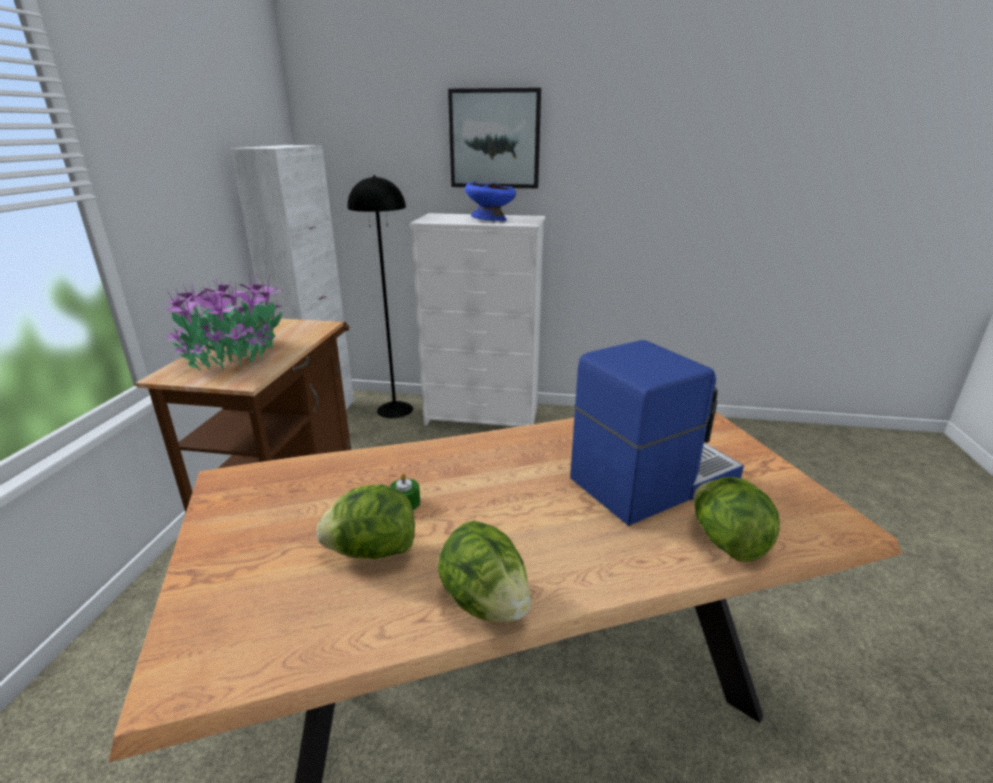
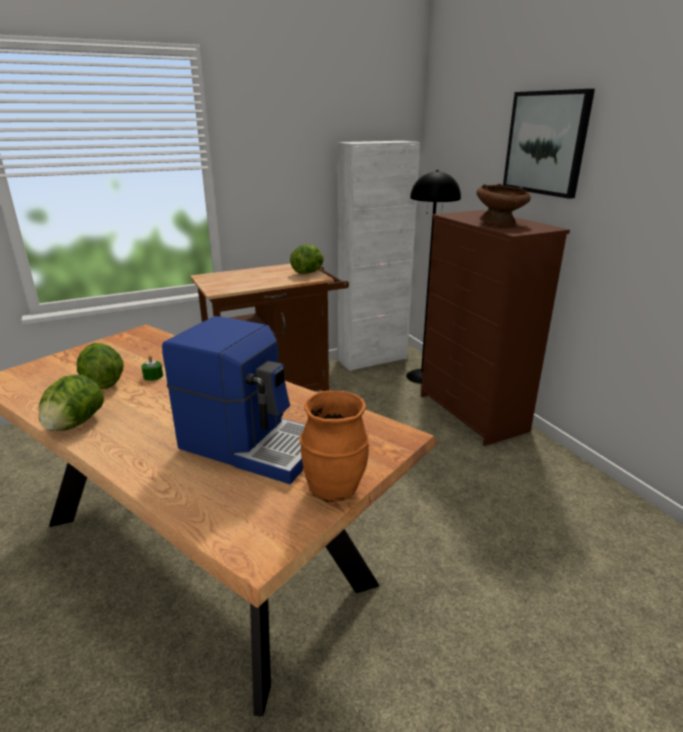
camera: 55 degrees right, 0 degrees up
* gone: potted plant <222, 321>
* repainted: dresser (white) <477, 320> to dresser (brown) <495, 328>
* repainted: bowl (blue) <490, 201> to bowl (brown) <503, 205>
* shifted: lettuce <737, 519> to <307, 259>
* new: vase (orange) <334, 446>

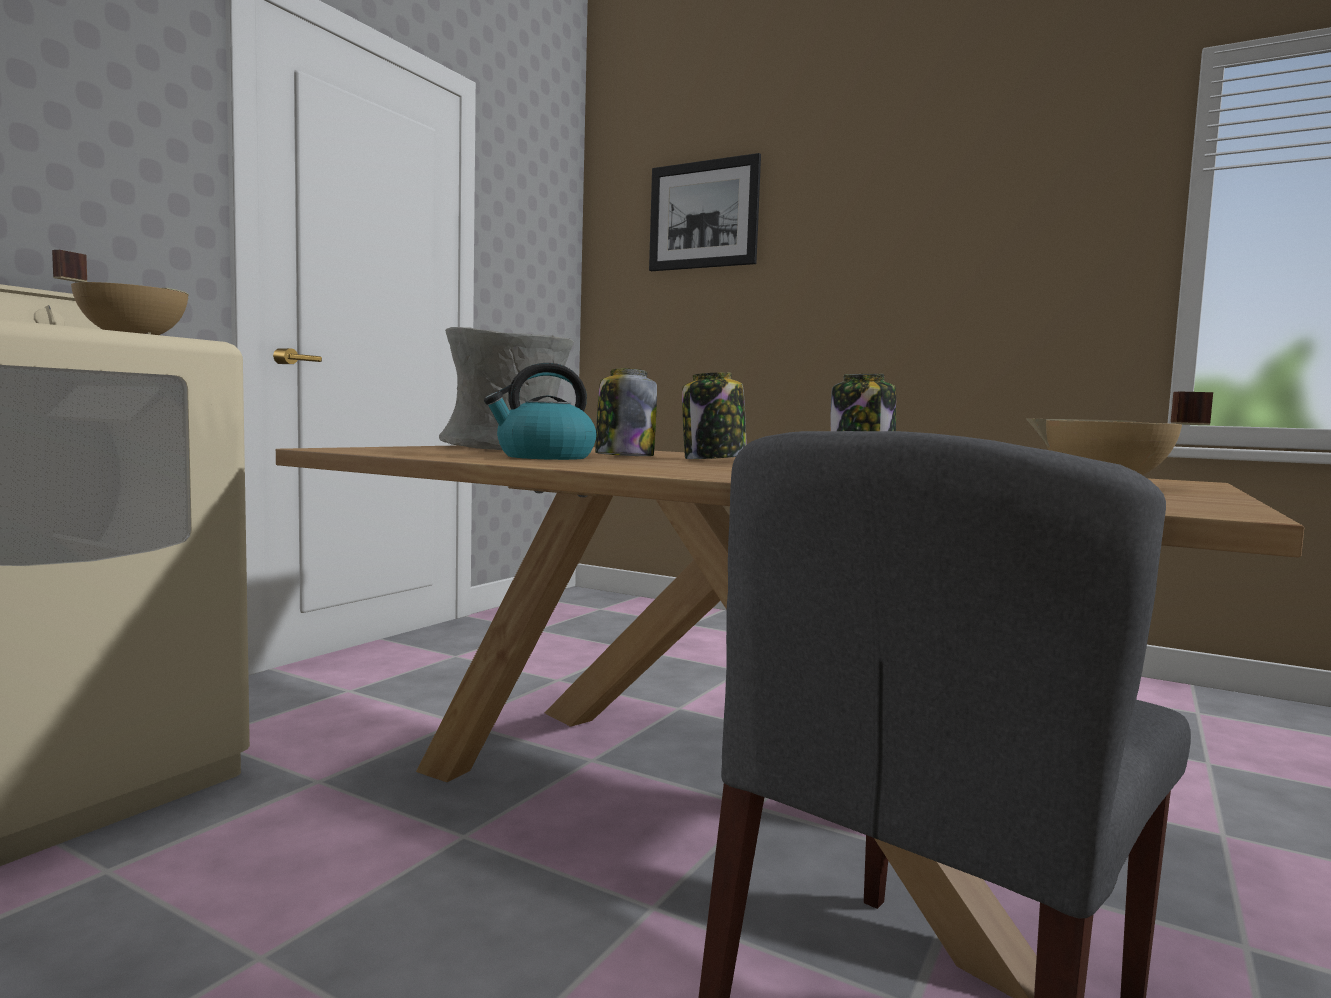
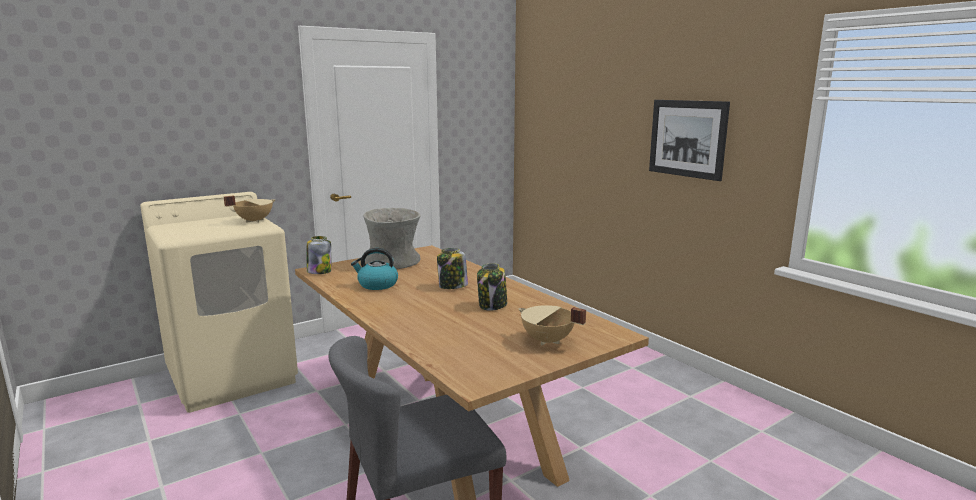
camera: 25 degrees right, 10 degrees up
* shifted: jar <626, 412> to <318, 255>
* shifted: picture <705, 212> to <689, 140>

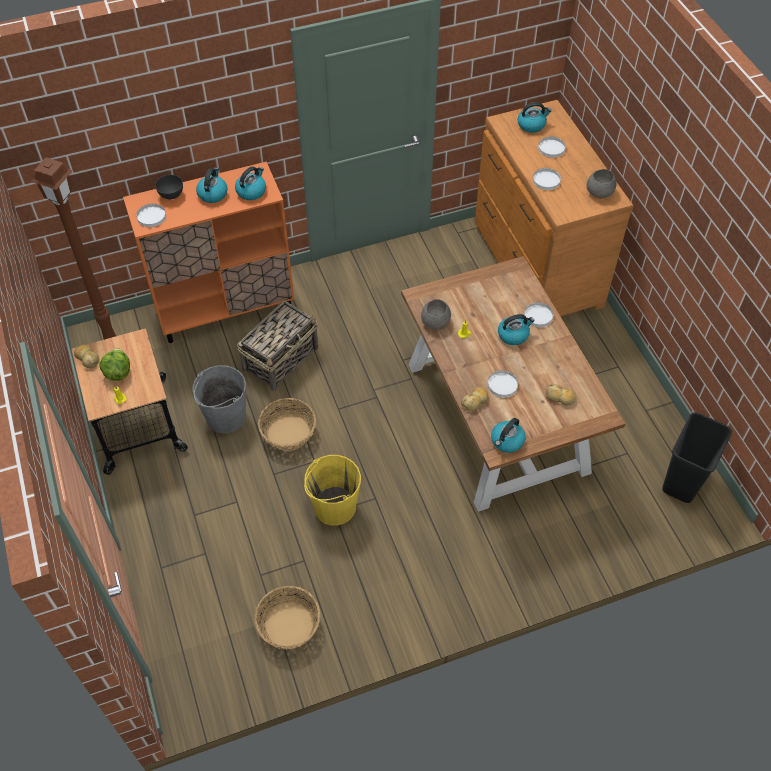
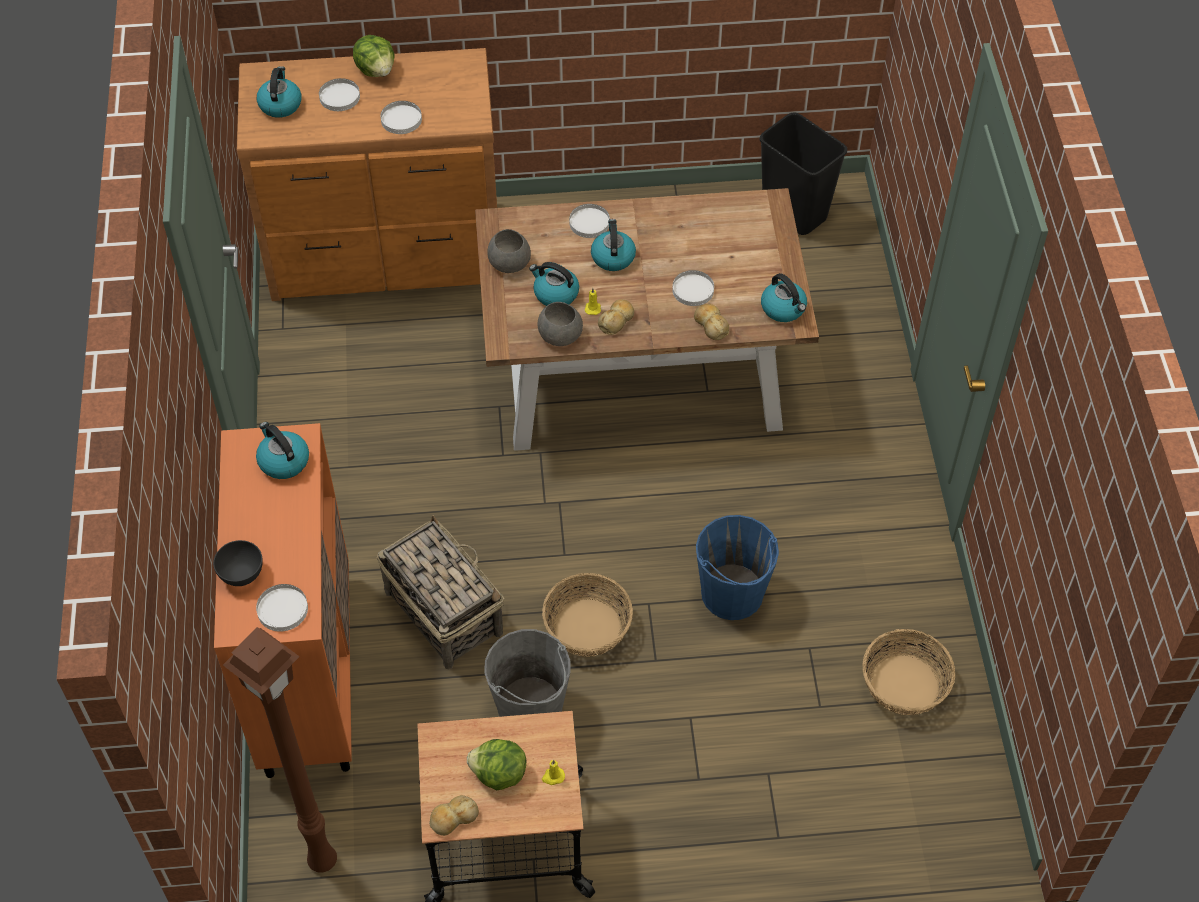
camera: 75 degrees left, 0 degrees up
* shifted: kettle <212, 185> to <554, 284>
* repainted: bucket (yellow) <332, 490> to bucket (blue) <737, 567>
* shifted: bread <561, 395> to <616, 317>
* shifted: bowl (grey) <601, 183> to <509, 251>
* new: lettuce <374, 56>

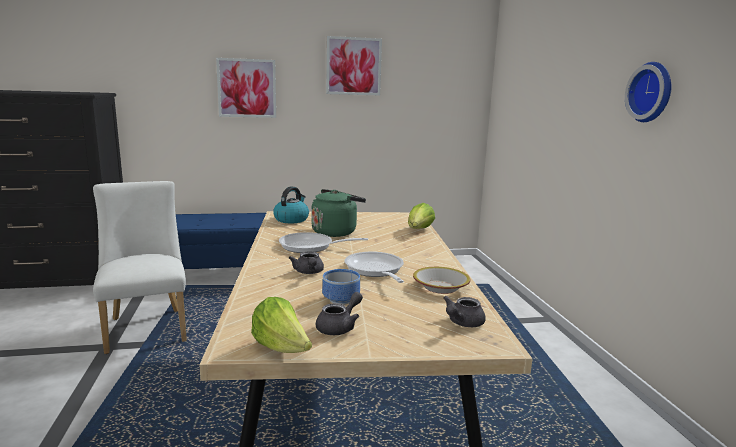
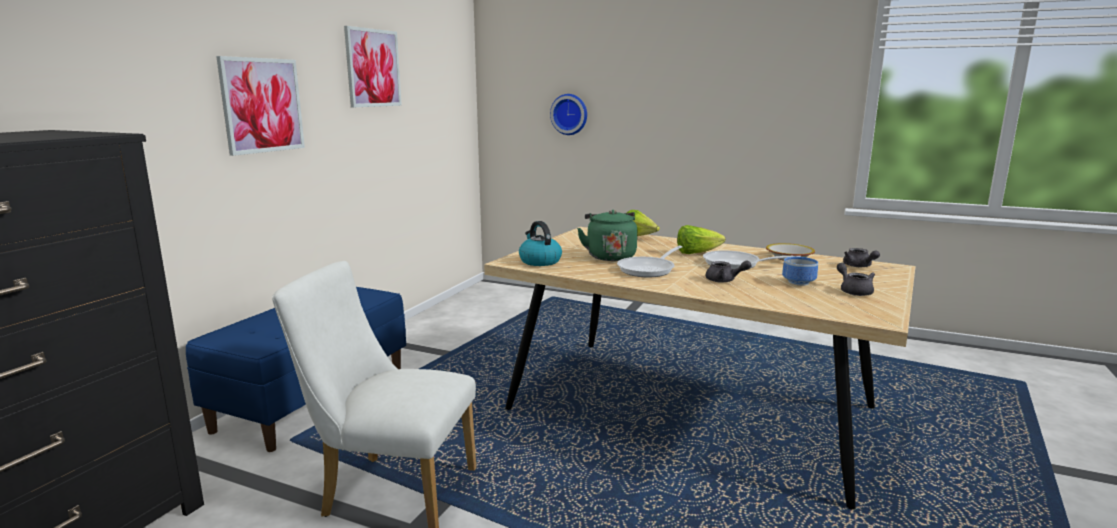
camera: 55 degrees left, 0 degrees up
* shifted: lettuce <281, 325> to <701, 239>
* shifted: wall clock <648, 92> to <568, 114>

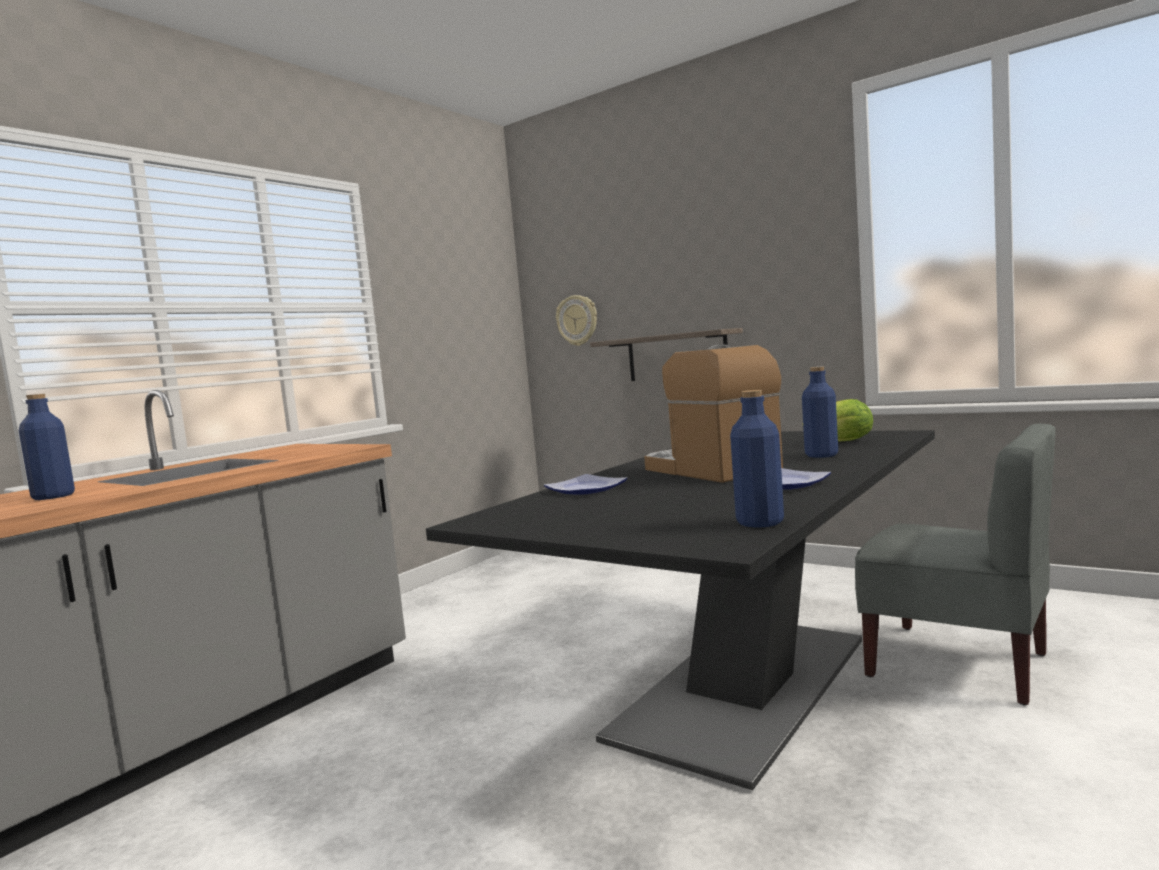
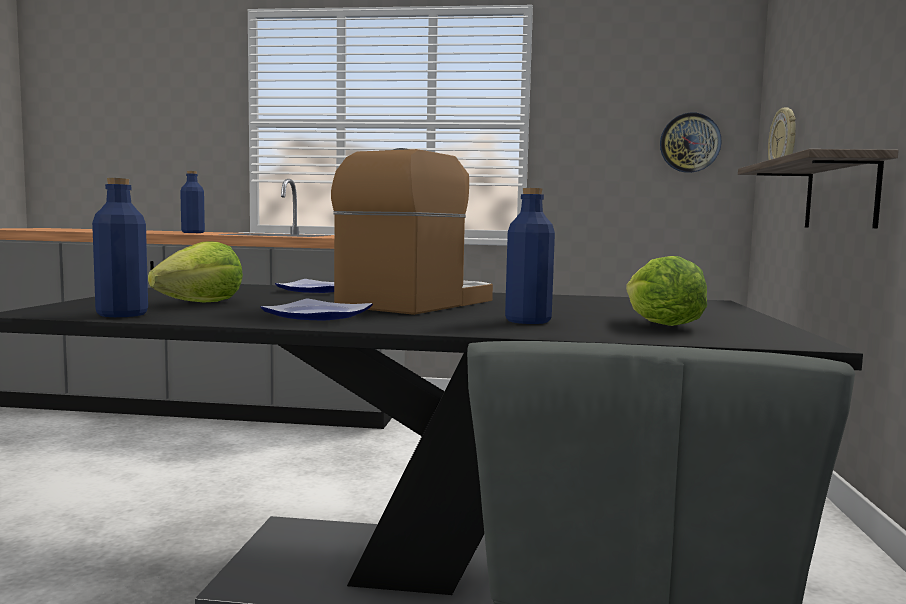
camera: 60 degrees right, 0 degrees up
* new: lettuce <195, 271>
* new: wall clock <691, 143>

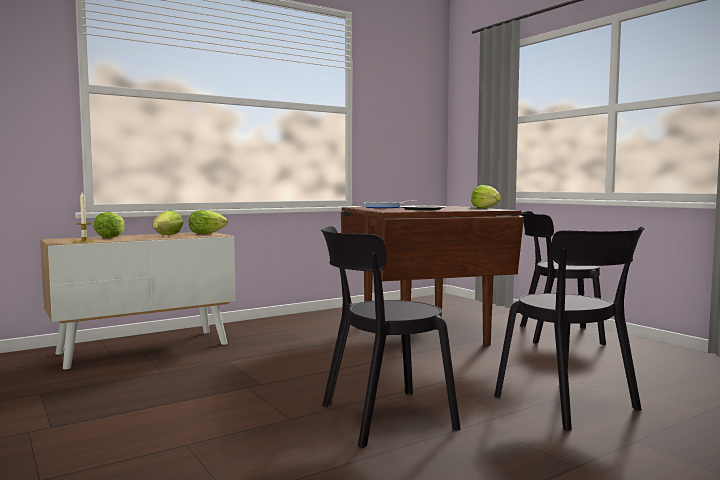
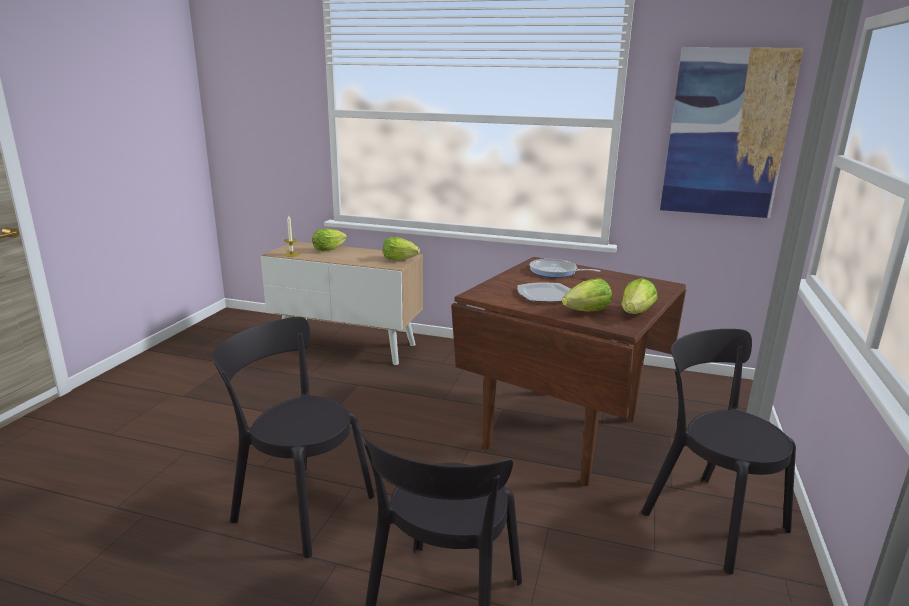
camera: 50 degrees right, 15 degrees up
* shifted: lettuce <168, 223> to <587, 295>
* new: picture <732, 132>

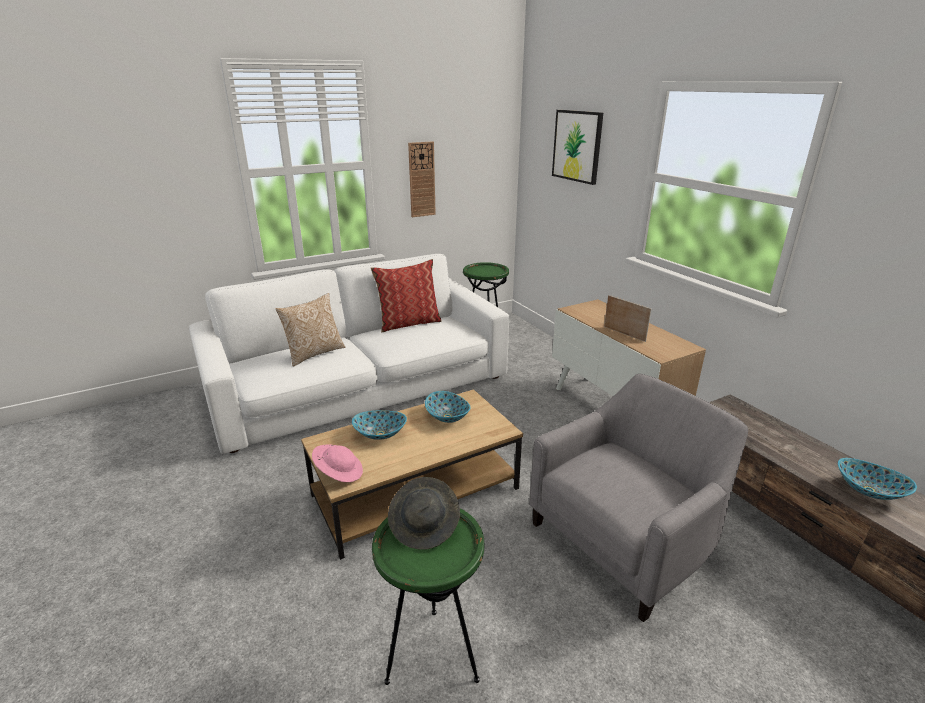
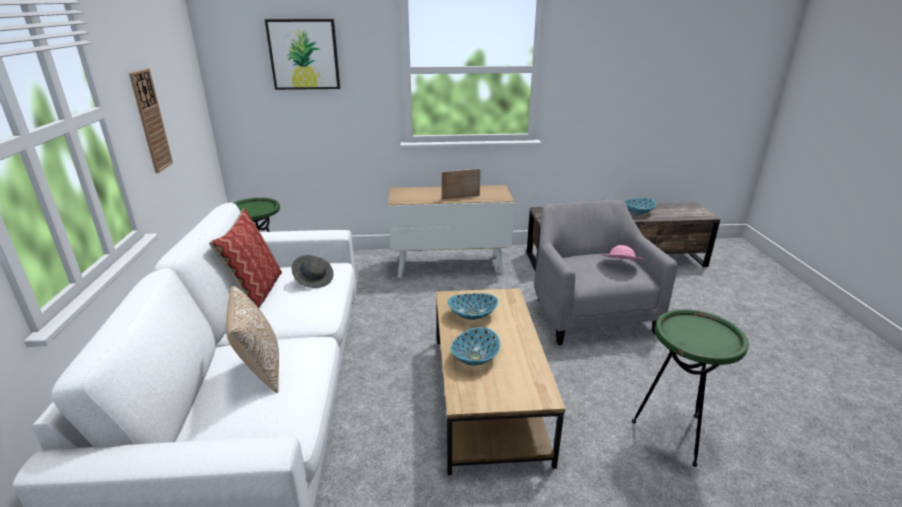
camera: 65 degrees left, 0 degrees up
* shifted: hat (pink) <337, 463> to <622, 252>
* shifted: hat (grey) <424, 513> to <313, 271>

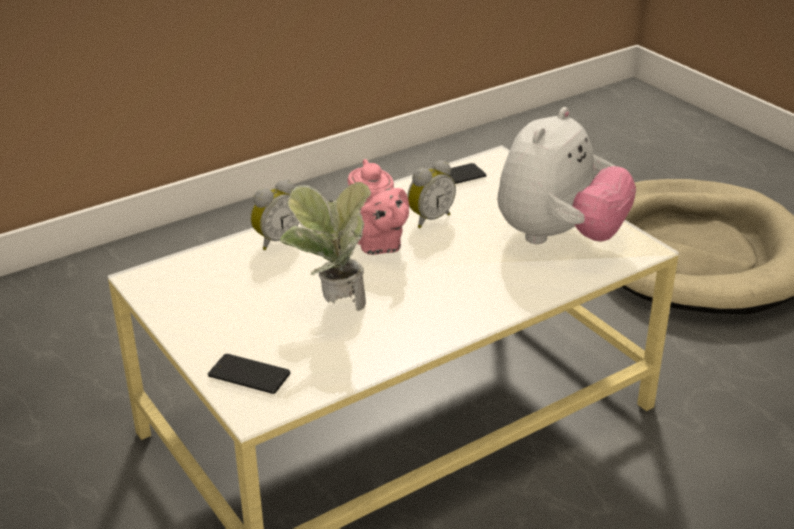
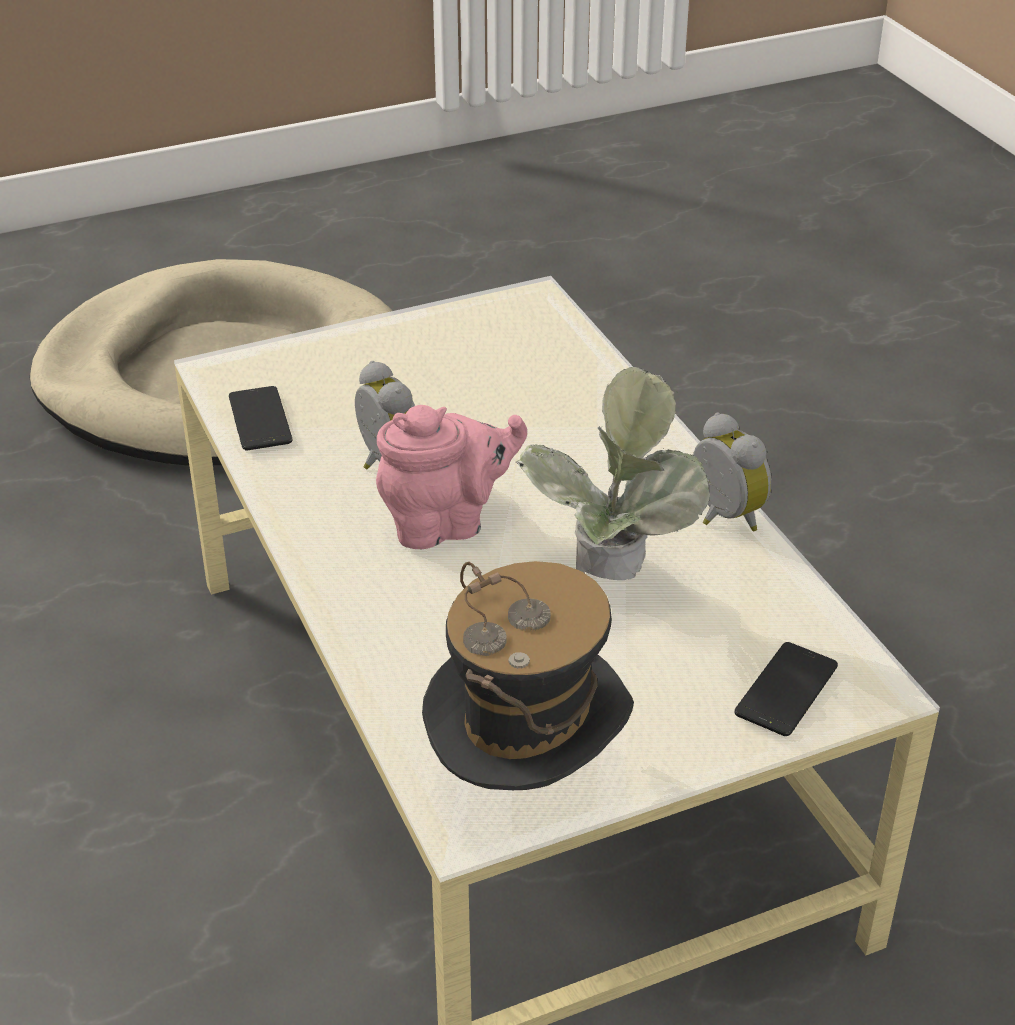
camera: 80 degrees left, 5 degrees up
* shifted: alarm clock <274, 215> to <732, 472>
* gone: plush toy <566, 175>
* new: hat <528, 675>

